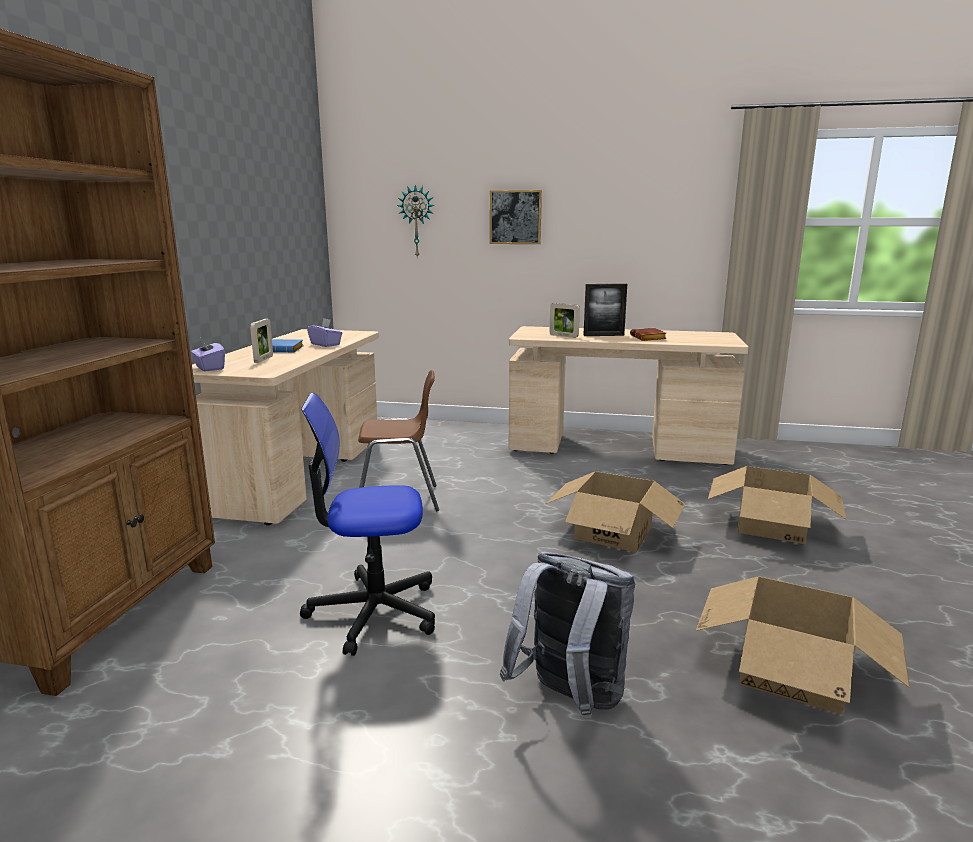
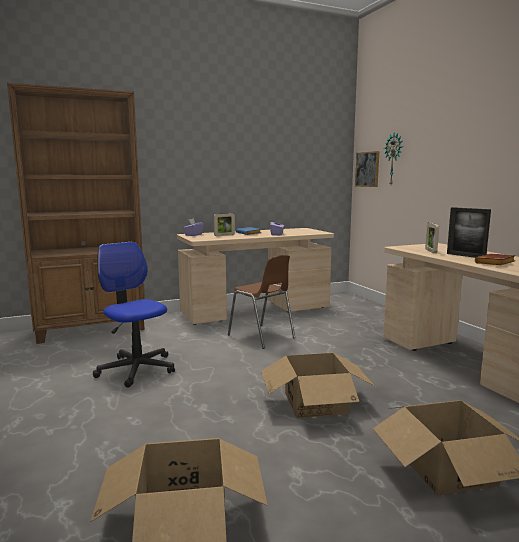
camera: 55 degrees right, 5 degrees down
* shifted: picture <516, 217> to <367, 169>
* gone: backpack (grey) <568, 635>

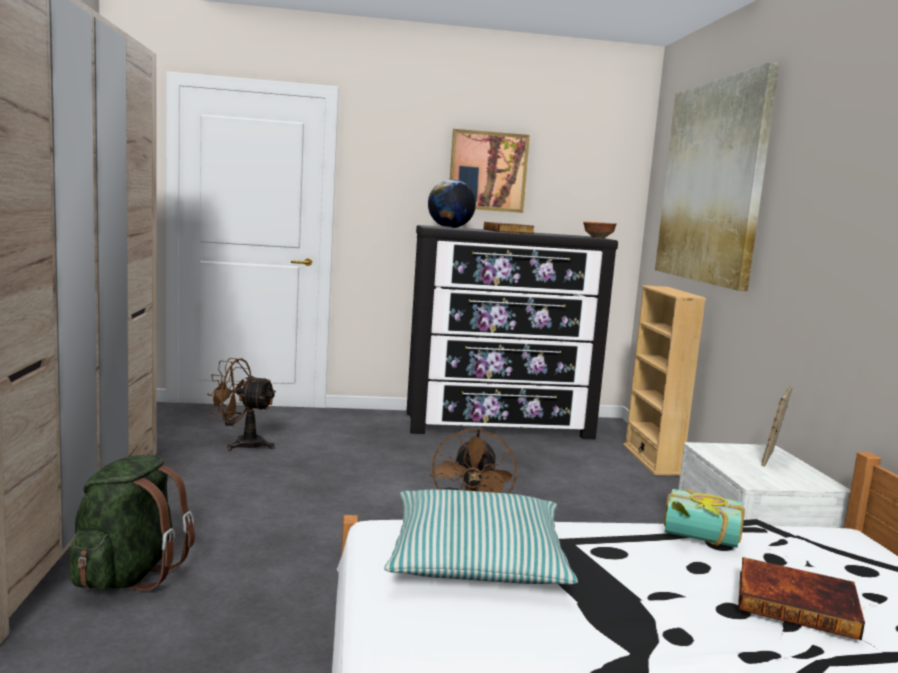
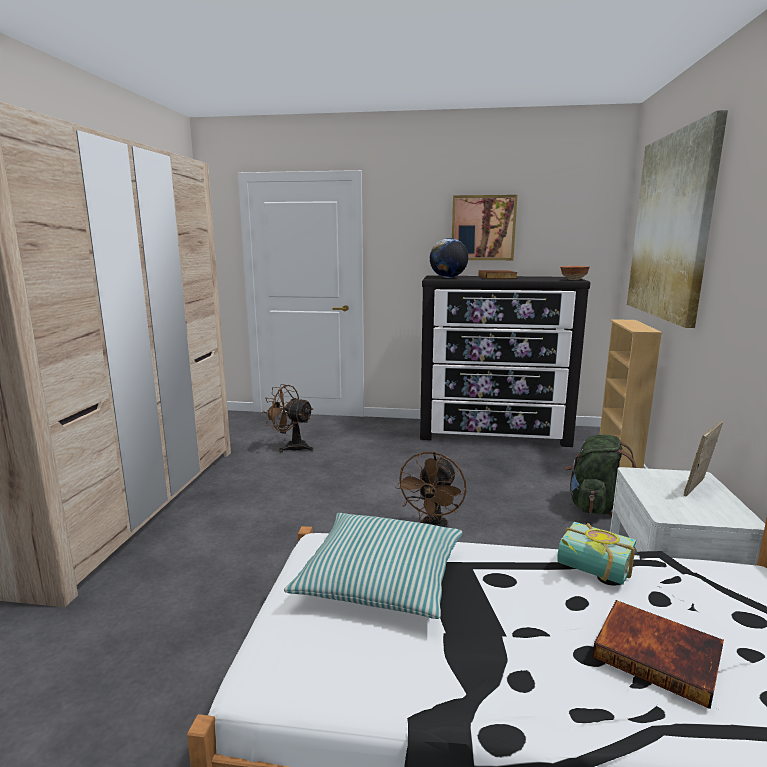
camera: 15 degrees right, 5 degrees up
* shifted: backpack (green) <132, 523> to <600, 475>

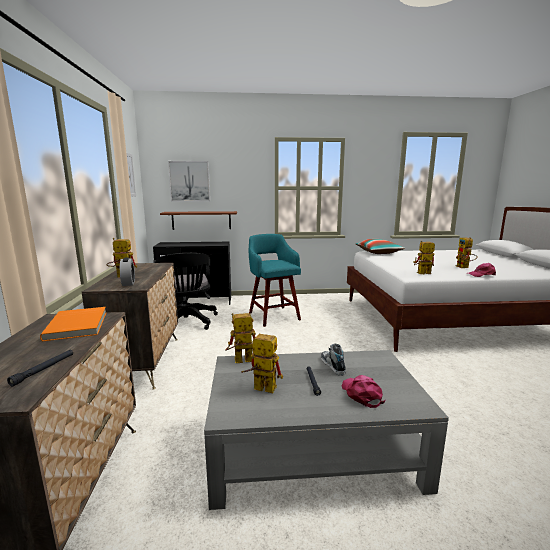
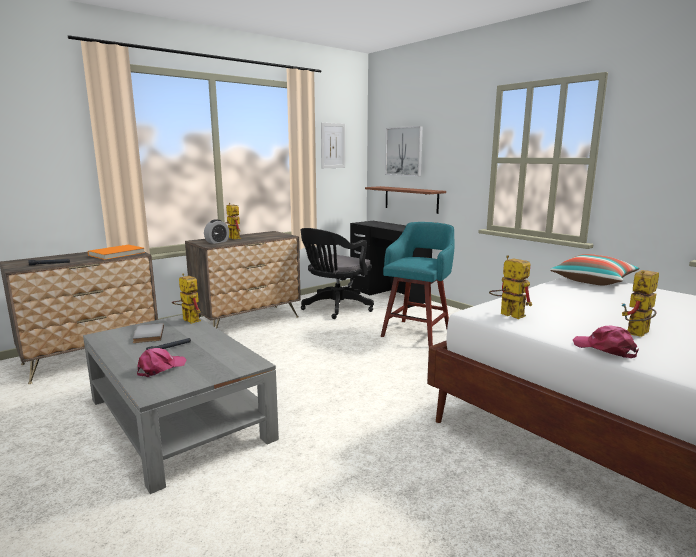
camera: 55 degrees right, 0 degrees up
* swapped: toy robot <262, 362> to book (grey) <148, 333>
* gone: shoe <333, 359>

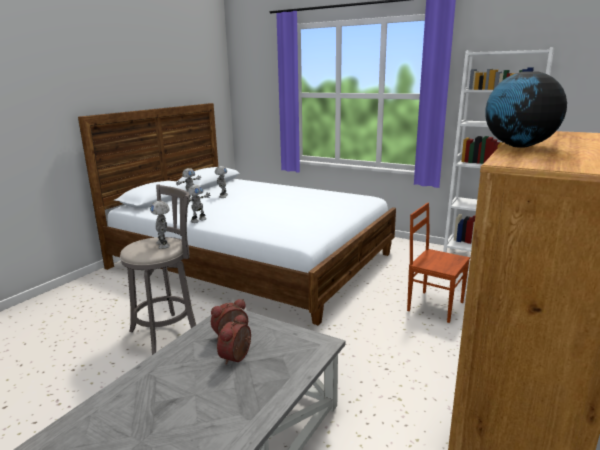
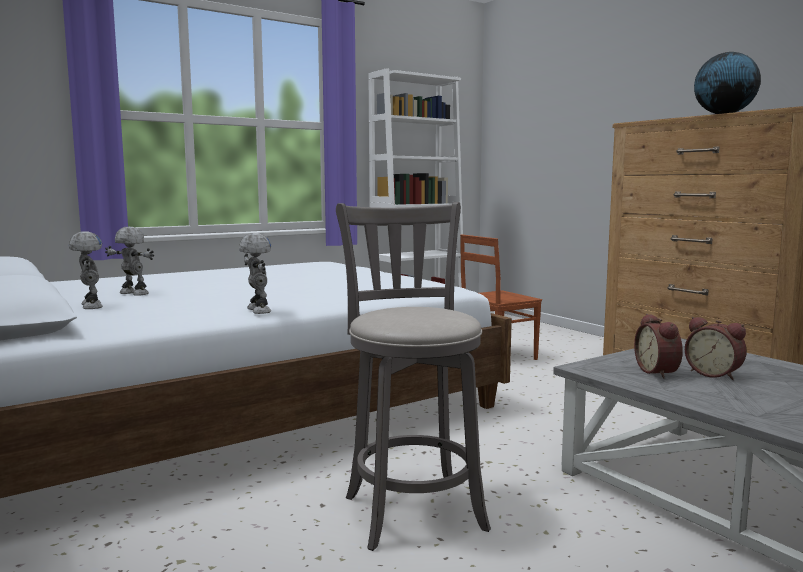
camera: 65 degrees left, 10 degrees down
* gone: toy robot <160, 225>

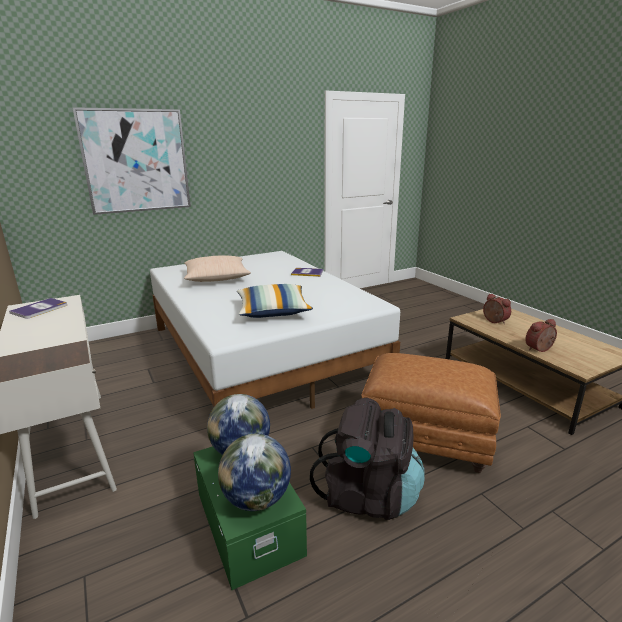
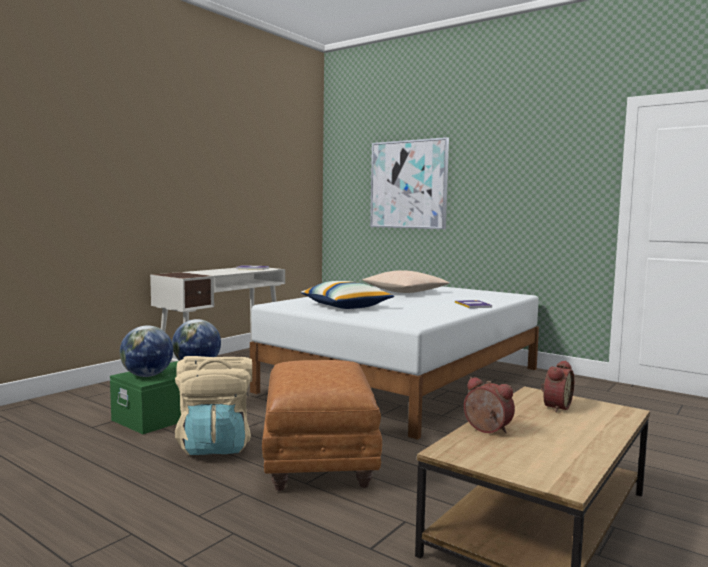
camera: 65 degrees right, 15 degrees down
* repainted: backpack (black) <367, 459> to backpack (beige) <213, 405>

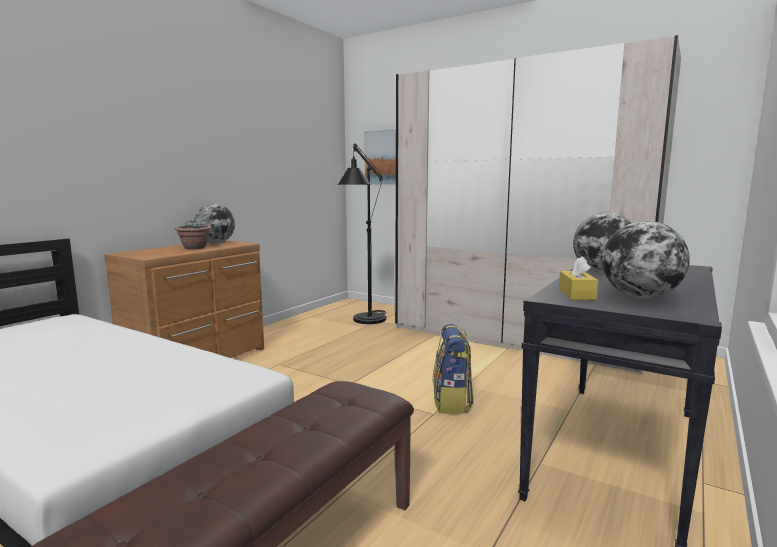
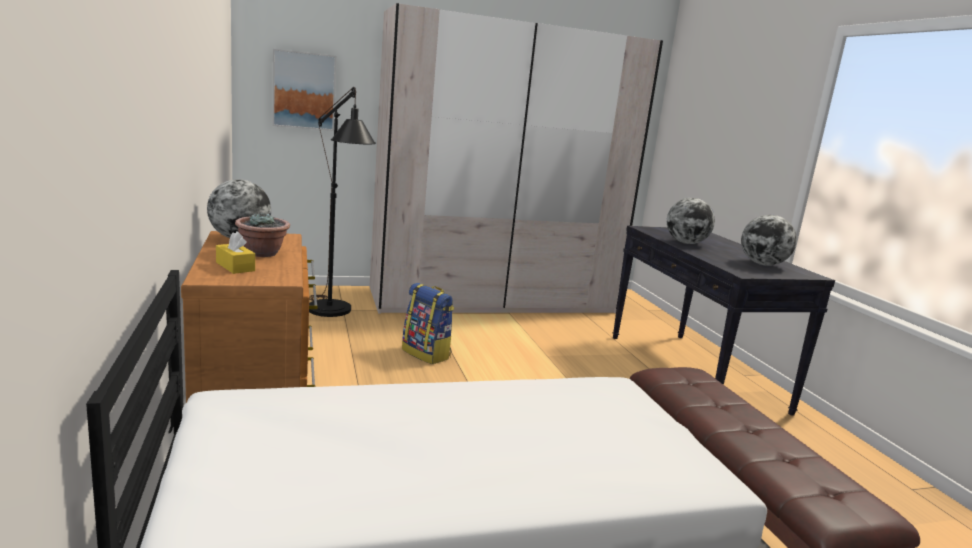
camera: 50 degrees left, 5 degrees up
* shifted: backpack <453, 369> to <428, 323>
* shifted: tissue box (yellow) <578, 278> to <235, 253>

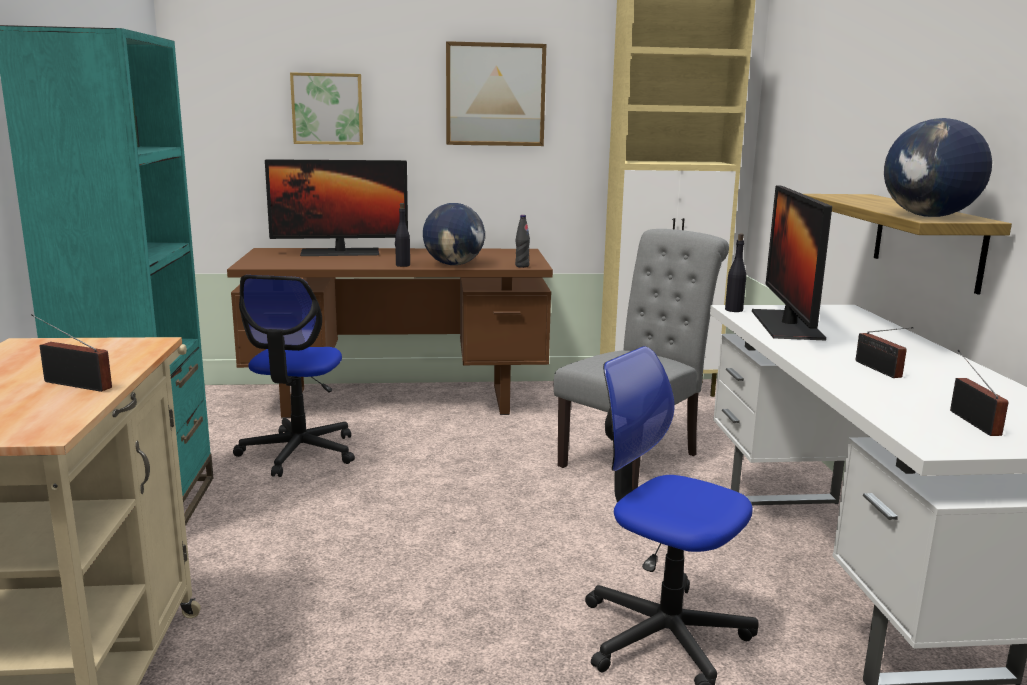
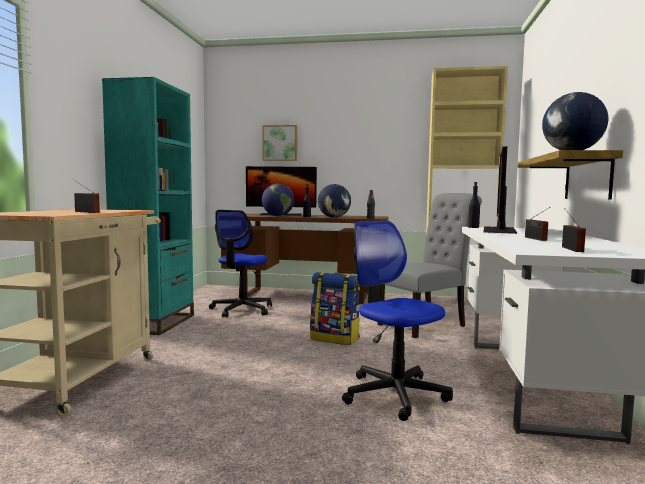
camera: 15 degrees right, 10 degrees down
* gone: picture <496, 93>
* new: globe <278, 200>
* new: backpack <335, 308>

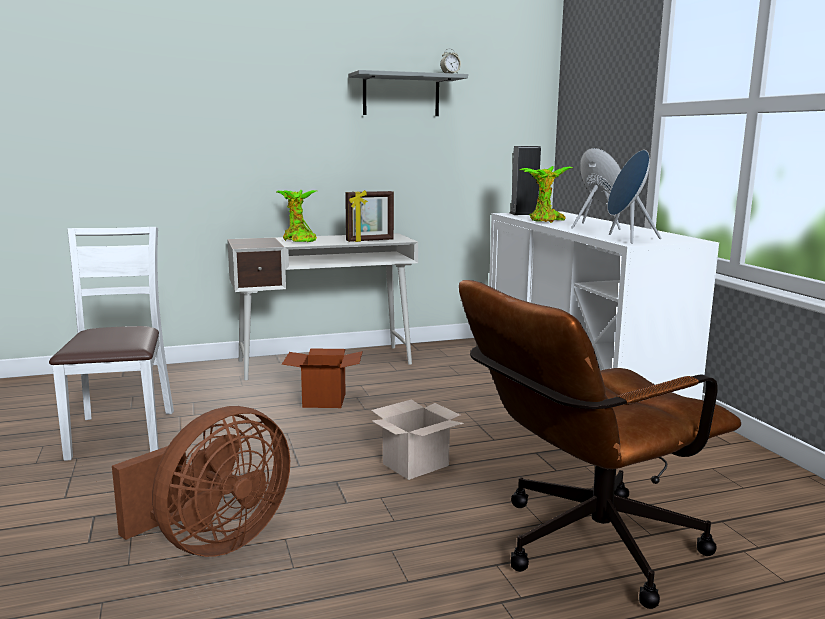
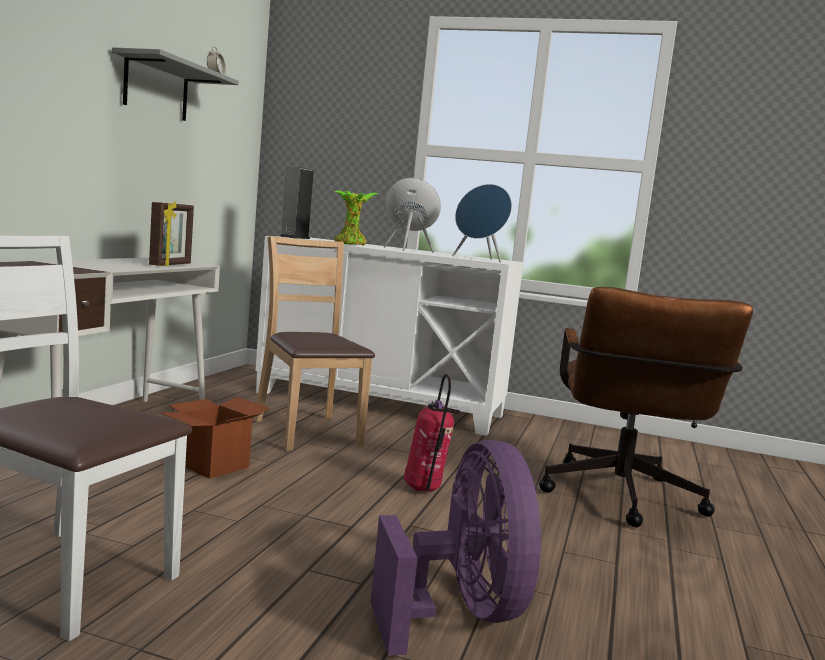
camera: 55 degrees left, 5 degrees down
* repainted: fan (brown) <201, 481> to fan (purple) <455, 548>
* gone: potted plant <296, 216>
* swapped: cardboard box <417, 439> to fire extinguisher <432, 433>
* new: chair (brown) <314, 343>

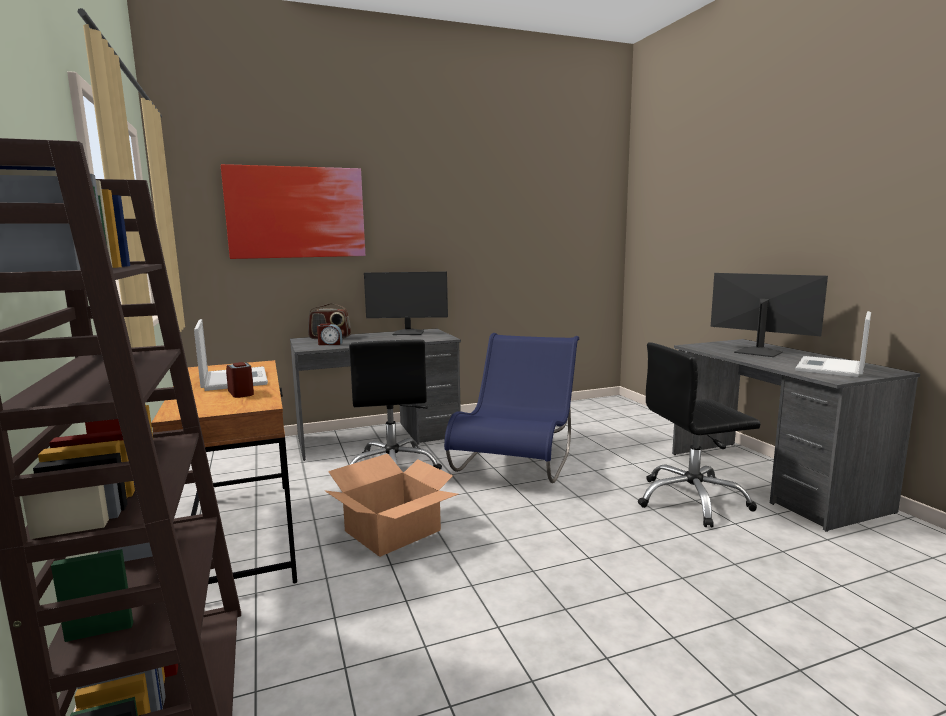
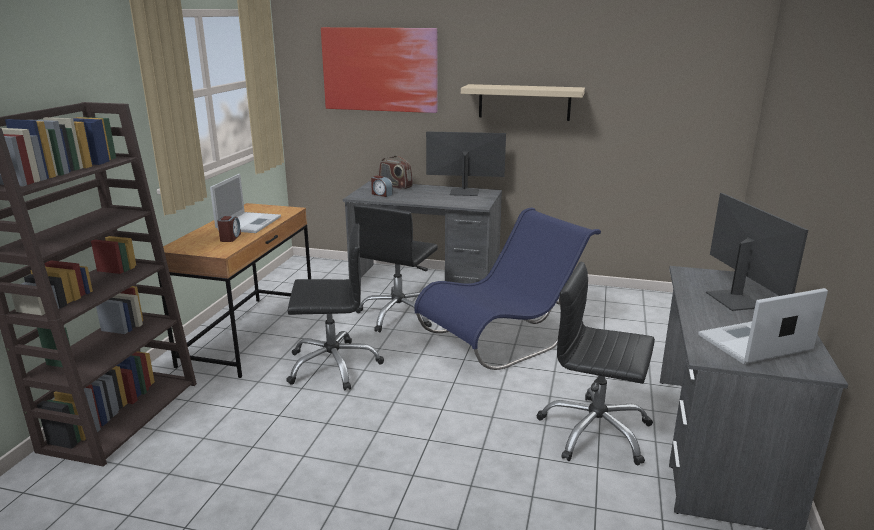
camera: 35 degrees right, 10 degrees up
* swapped: cardboard box <391, 505> to office chair (black) <335, 307>
* rotated: monitor <406, 303> = <466, 163> 150 degrees clockwise
* new: shelf (beige) <523, 102>

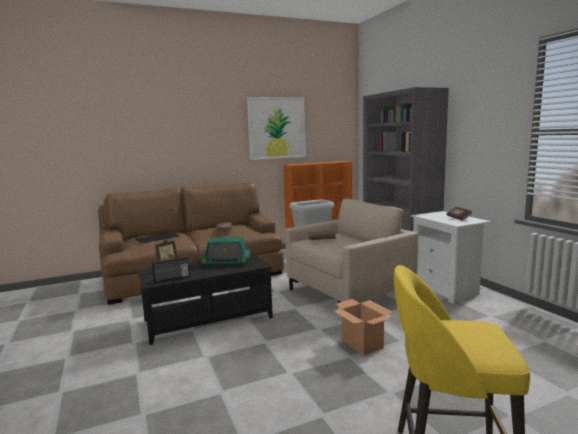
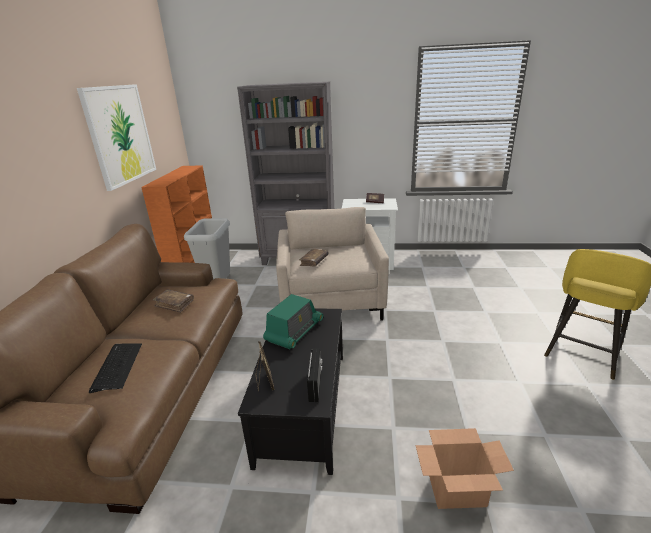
camera: 60 degrees left, 15 degrees up
* shifted: cardboard box <362, 327> to <464, 468>

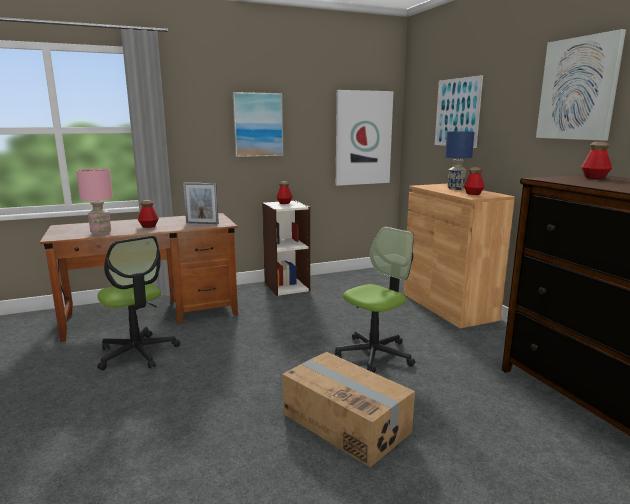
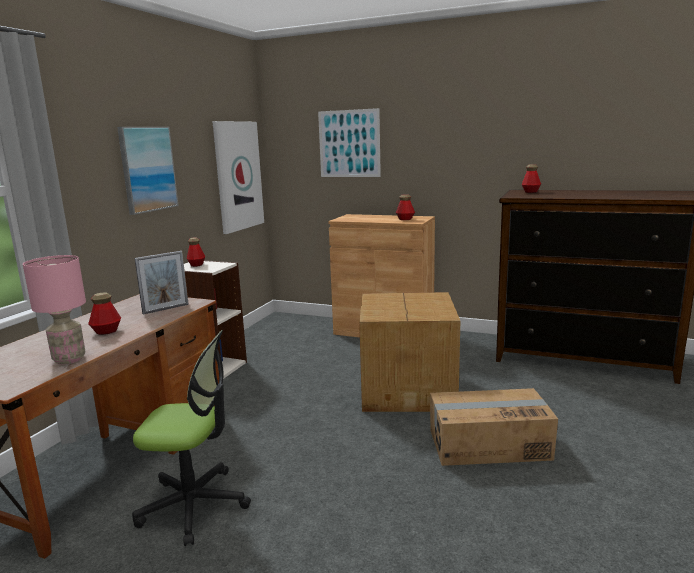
camera: 45 degrees left, 0 degrees up
* swapped: office chair <375, 300> to cardboard box <409, 352>
* gone: table lamp (blue) <459, 160>
* gone: picture <581, 85>

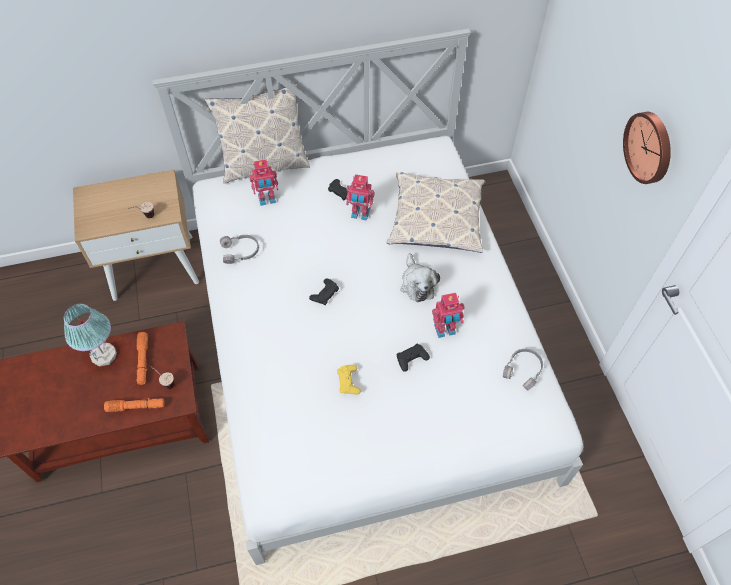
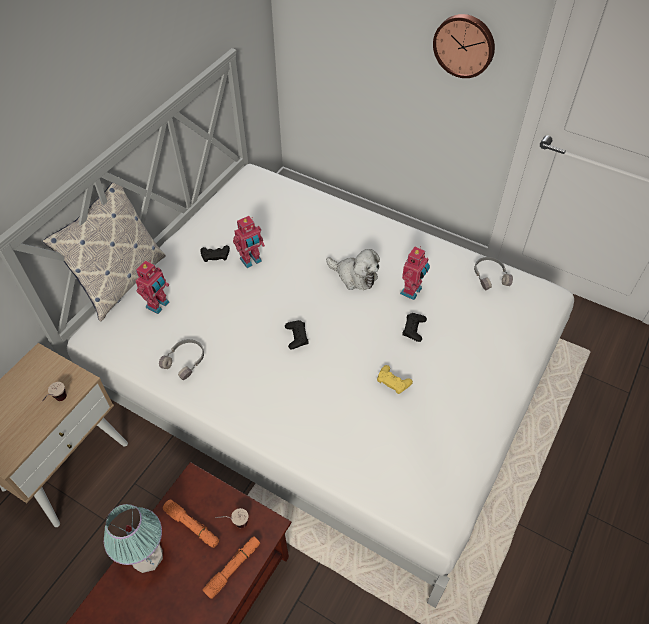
camera: 45 degrees left, 5 degrees down
* gone: pillow <435, 212>

